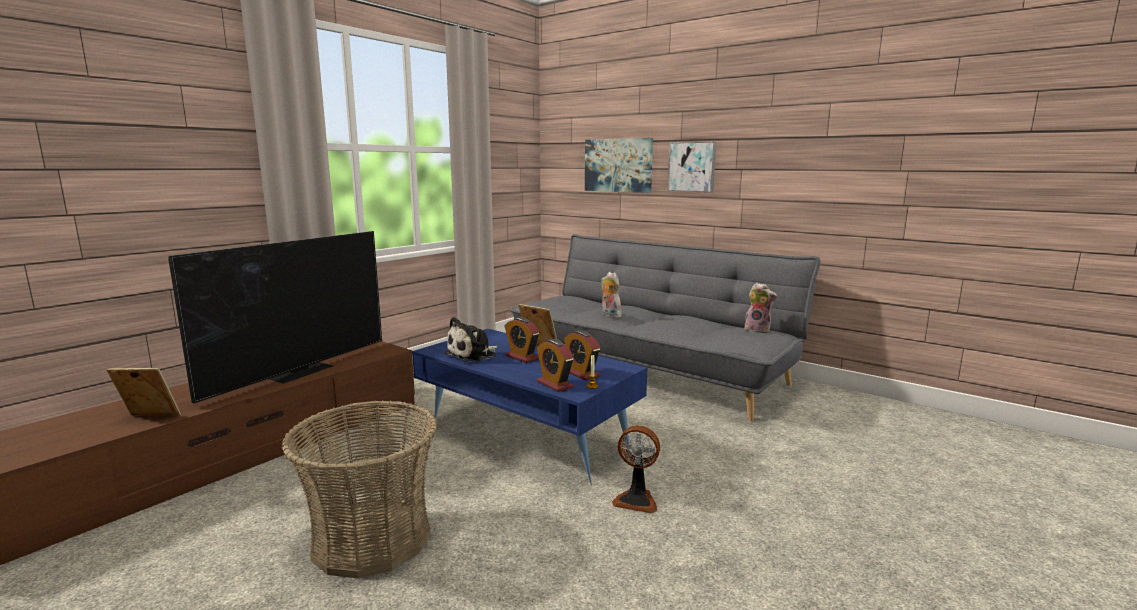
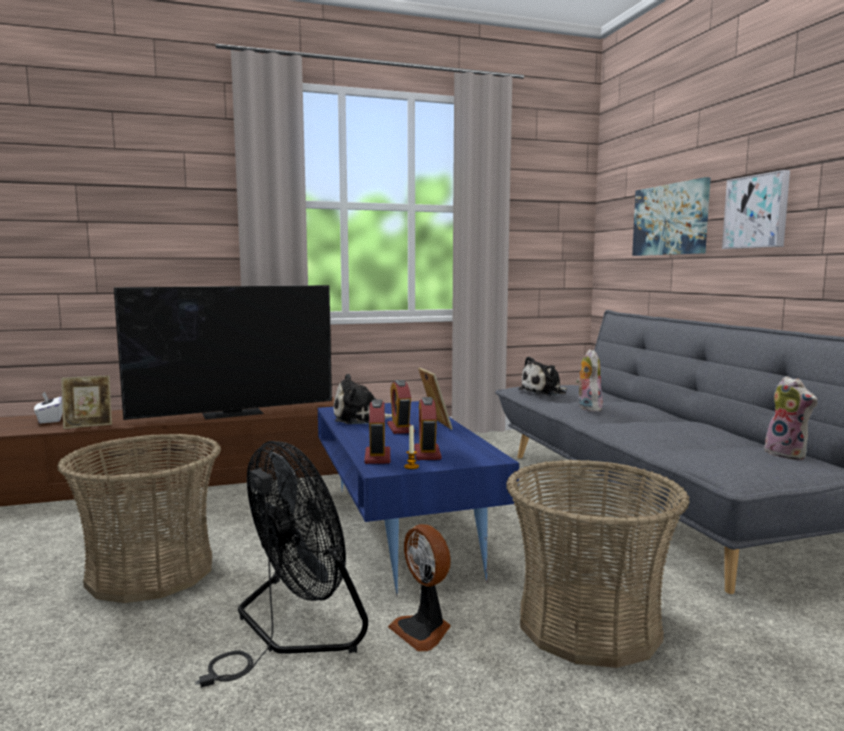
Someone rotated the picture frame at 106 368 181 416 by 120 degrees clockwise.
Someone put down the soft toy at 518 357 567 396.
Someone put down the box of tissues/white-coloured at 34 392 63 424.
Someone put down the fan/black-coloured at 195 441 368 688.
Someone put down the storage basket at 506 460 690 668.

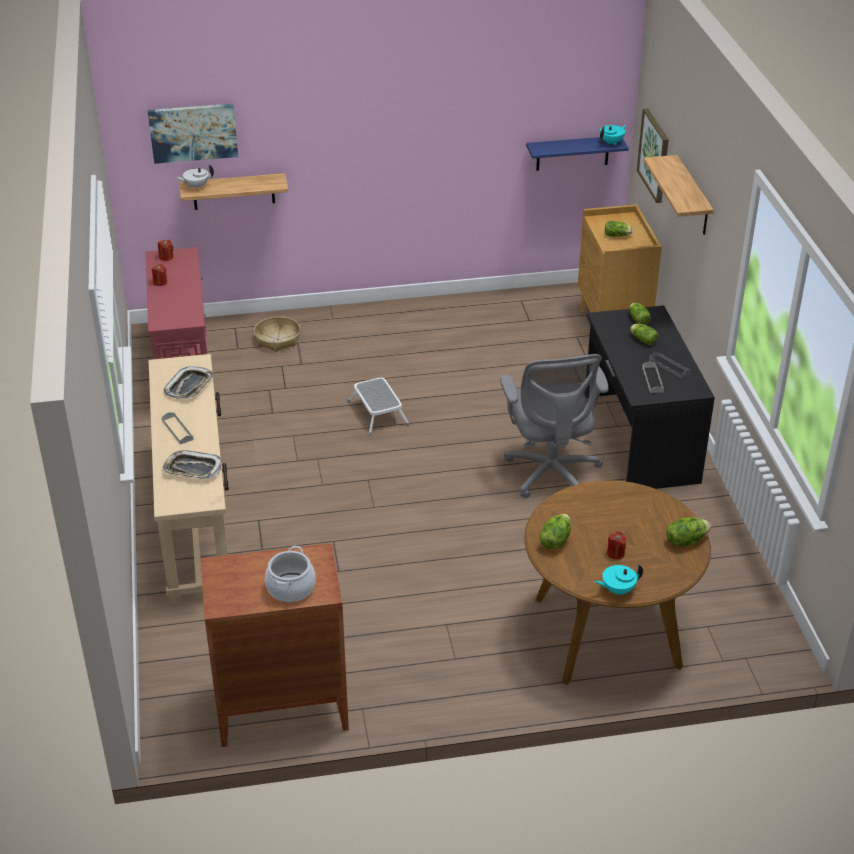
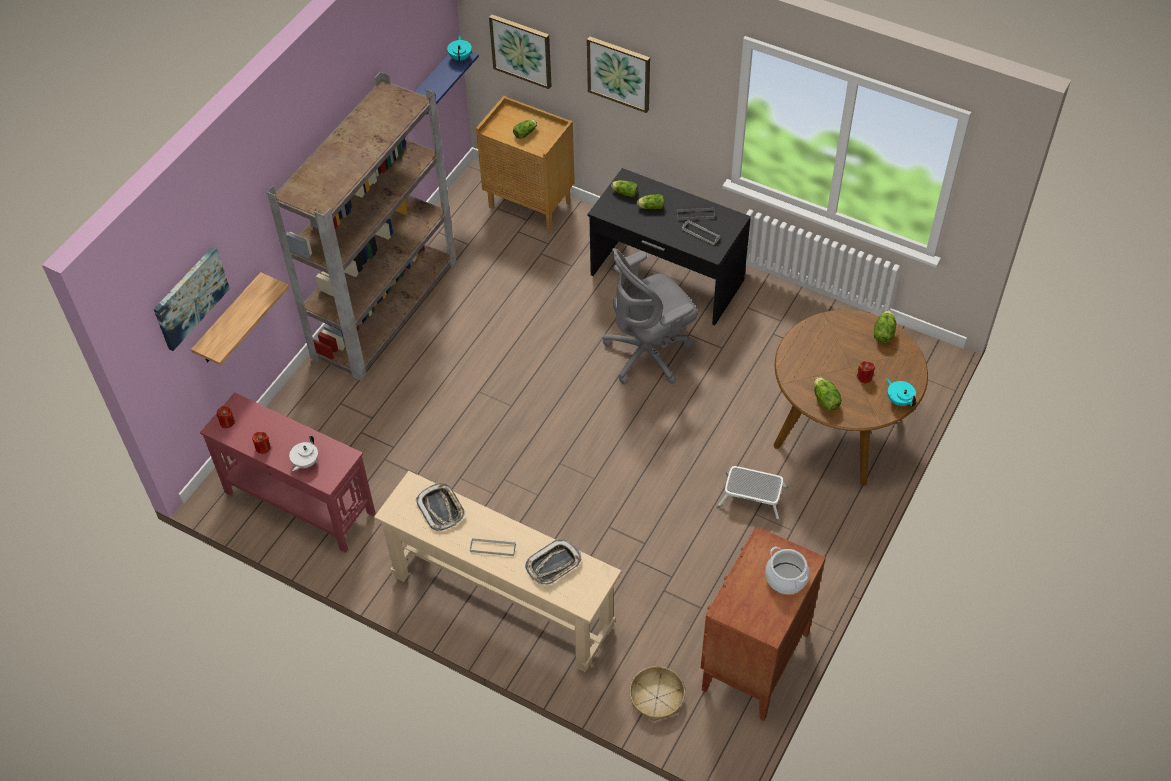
Someone swapped the bracket shelf at 644 155 713 235 for the wall art at 587 36 650 113.
Someone carried the pot for tea/white-coloured from 176 165 214 188 to 289 436 318 471.
Someone carried the storage basket from 254 316 300 352 to 630 666 685 721.
Someone rotated the office chair/gray at 500 354 608 498 by 120 degrees clockwise.
Someone carried the step ladder/gray from 347 378 410 436 to 716 466 788 523.
Someone rotated the pot for tea/turquoise at 594 564 643 595 by 120 degrees clockwise.
Someone put down the bookcase/brown at 267 72 456 381.

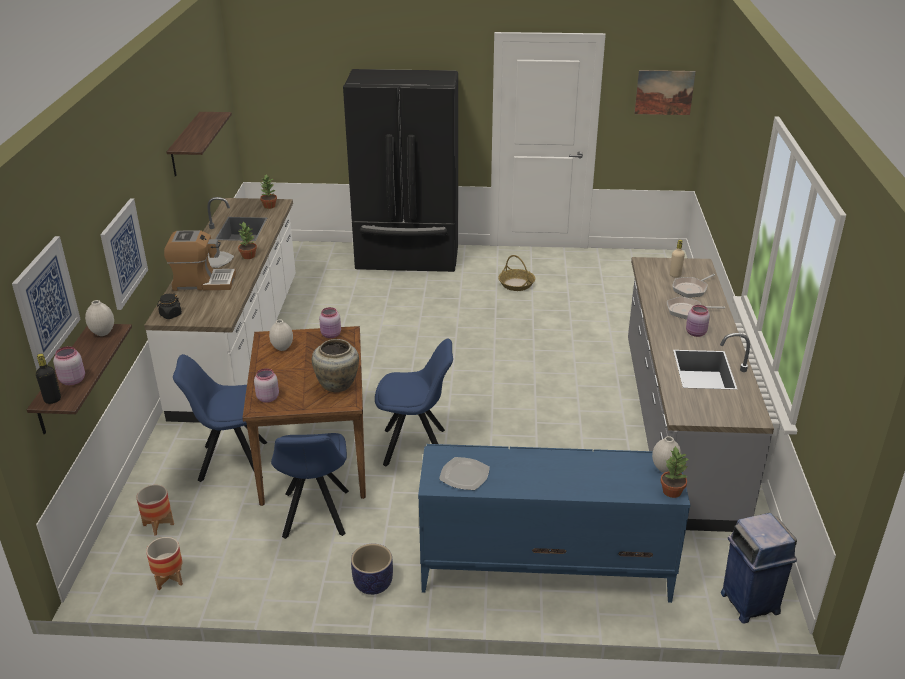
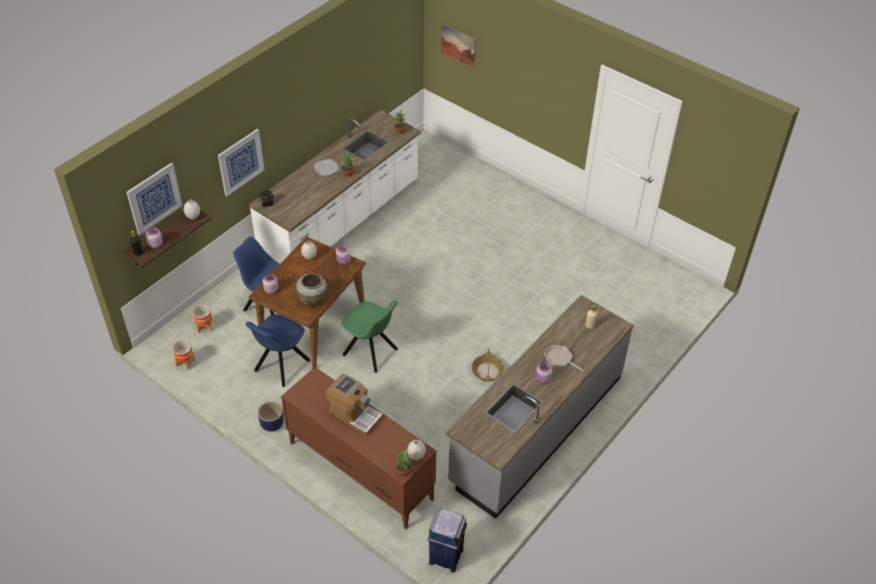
Someone took away the fridge/black-coloured at 343 69 458 272.
Someone carried the wall art from 634 70 696 115 to 441 23 476 69.
Someone took away the bracket shelf at 166 112 232 176.
Someone carried the coffee machine from 164 230 236 291 to 326 374 383 436.
Someone carried the storage basket from 498 255 535 291 to 471 348 504 381.
Someone took away the frying pan at 672 274 715 298.
Someone repainted the upright chair/blue-coloured at 375 338 453 466, which became the upright chair/greenish at 342 300 398 373.
Someone repainted the dresser/blue-coloured at 418 444 690 603, which became the dresser/brown at 281 368 436 529.
Someone took away the dinner plate at 439 457 490 490.

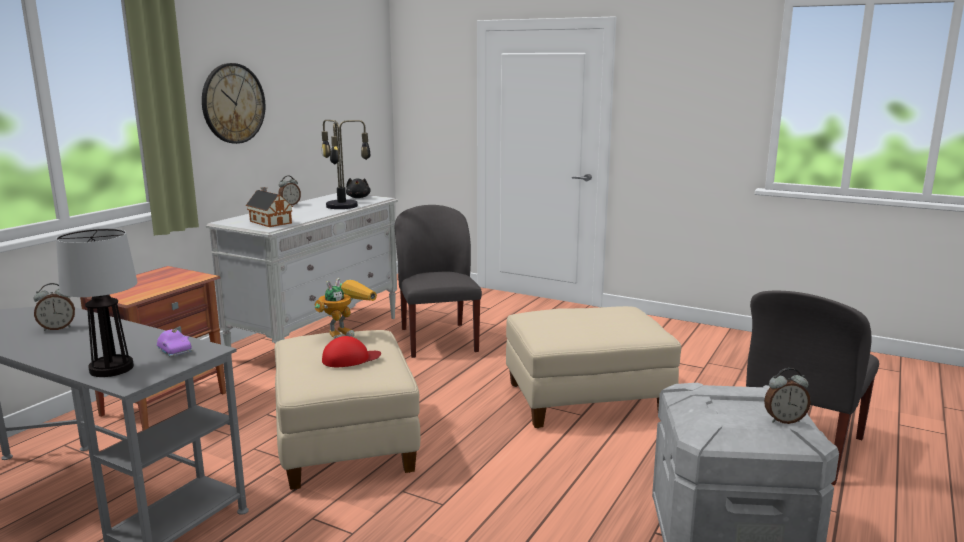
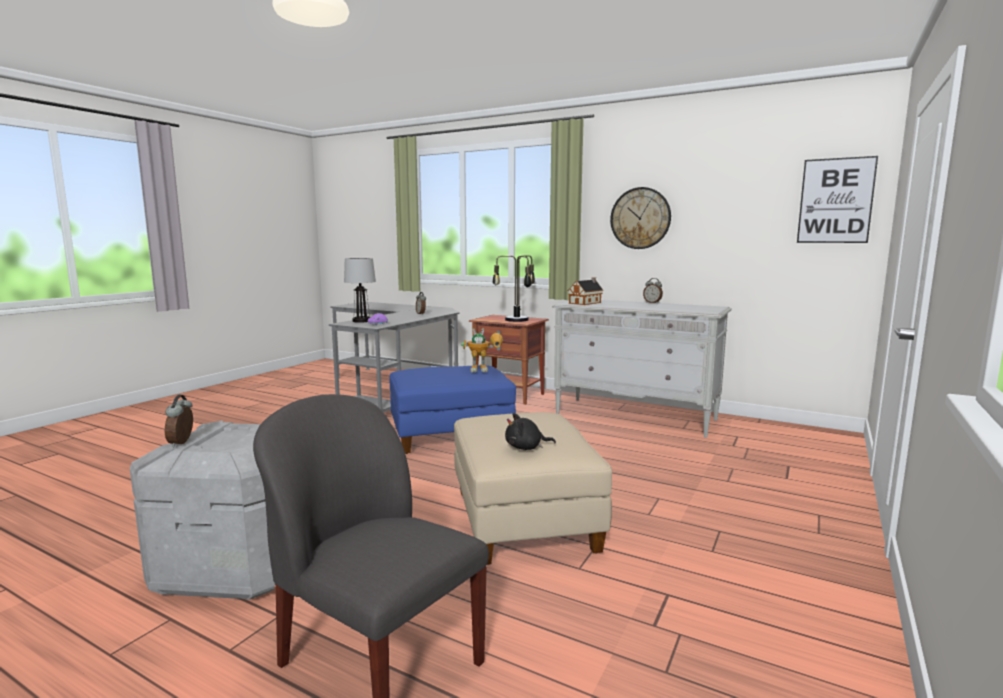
Someone carried the tabletop lamp from 322 120 370 209 to 493 255 535 322.
Someone carried the soft toy/black-coloured from 346 178 371 198 to 505 413 556 450.
Someone took away the upright chair/gray at 395 205 482 358.
Someone rotated the toy robot at 314 278 377 339 by 45 degrees counterclockwise.
Someone repainted the footrest/beige-coloured at 275 330 421 490, which became the footrest/blue-coloured at 389 365 516 454.
Someone took away the baseball cap/reddish at 322 336 381 367.
Someone put up the wall art at 797 156 878 243.

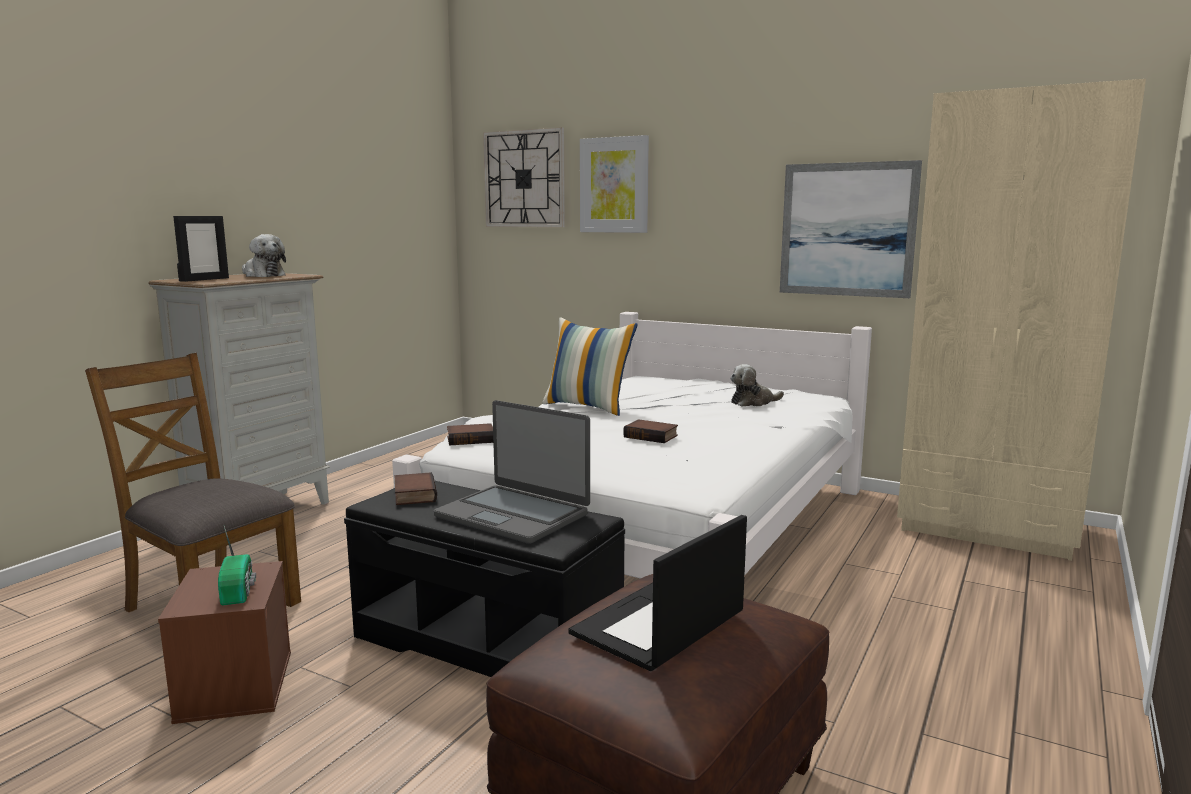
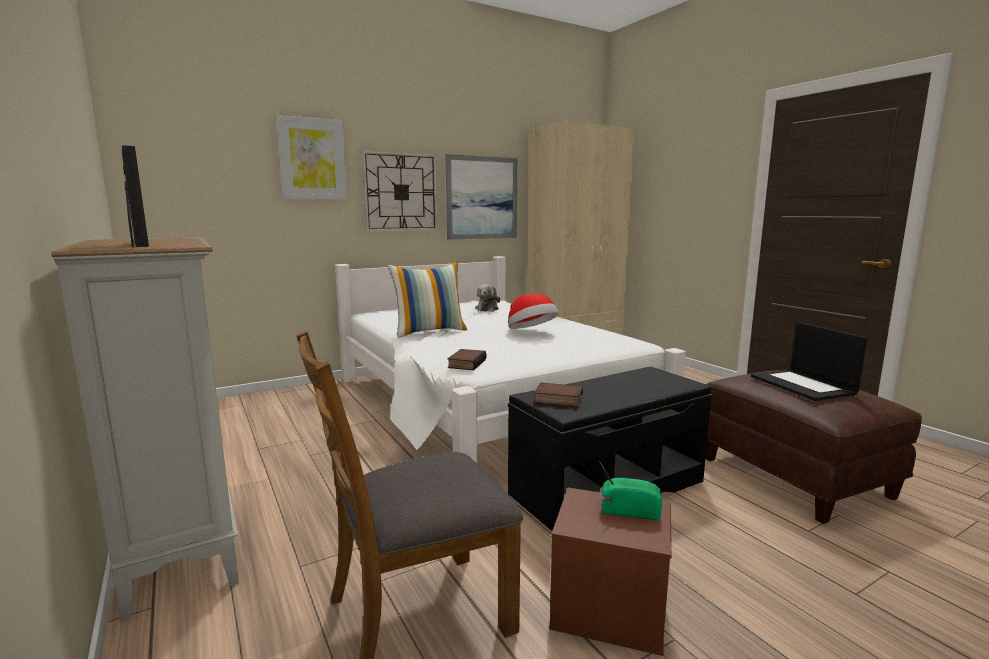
Someone carried the wall clock from 483 127 565 227 to 361 150 438 232.
Someone took away the soft toy at 242 234 286 277.
Someone took away the laptop at 434 400 590 544.
Someone swapped the book at 623 419 678 443 for the clothing hat at 508 294 558 329.

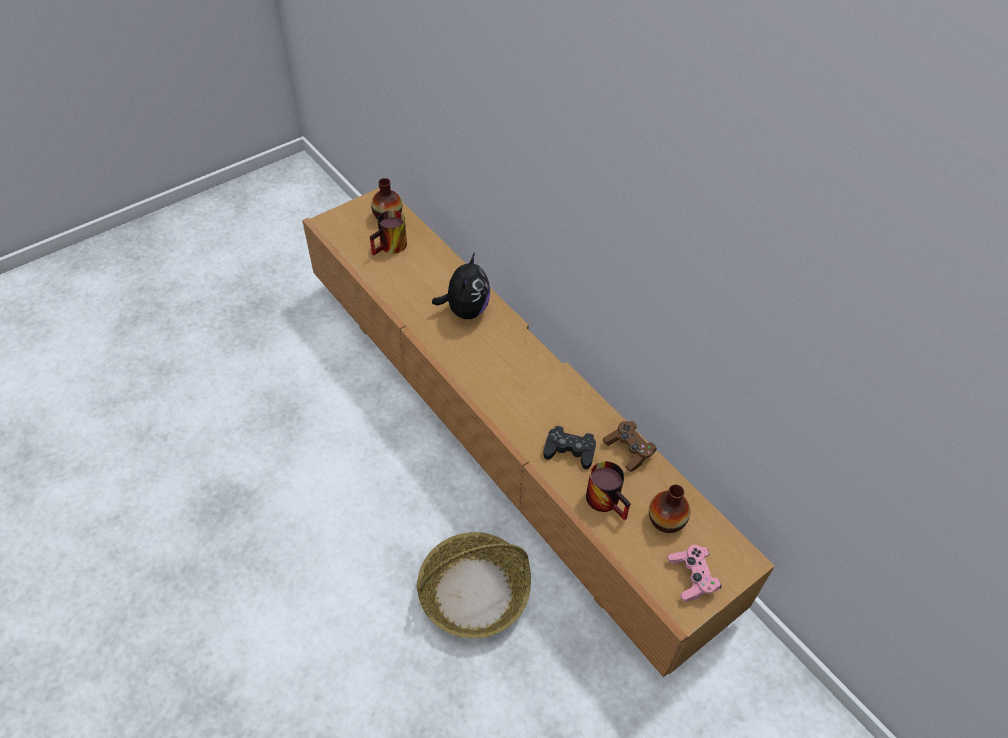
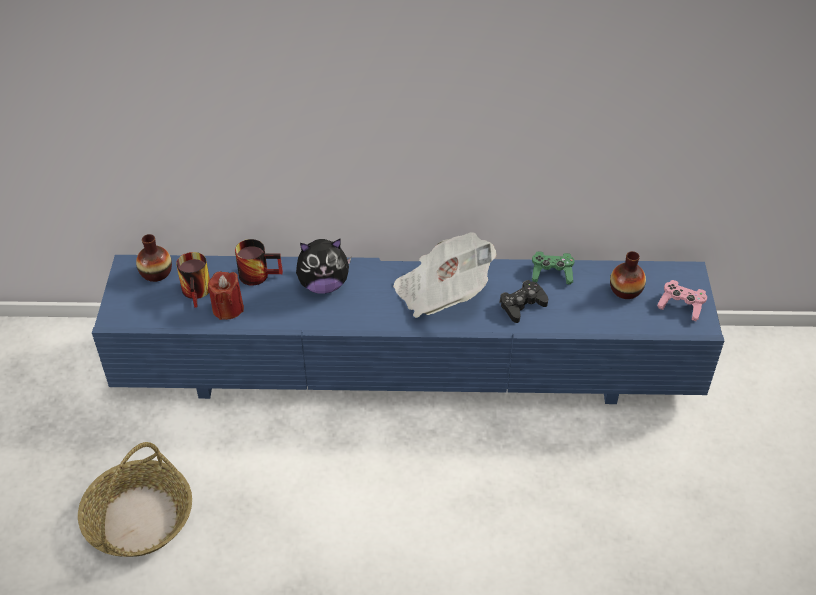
Someone repainted the media console/brown at 302 188 775 677, which became the media console/blue-coloured at 92 255 724 404.
Someone rotated the soft toy at 432 253 490 319 by 120 degrees clockwise.
Someone repainted the game controller/brown at 603 421 657 472, which became the game controller/greenish at 531 252 575 284.
Someone carried the mug from 586 461 631 520 to 235 239 283 286.
Someone carried the storage basket from 417 532 531 639 to 78 442 192 557.
Someone put down the newspaper at 393 232 497 318.
Someone put down the wax light/reddish at 208 271 244 320.

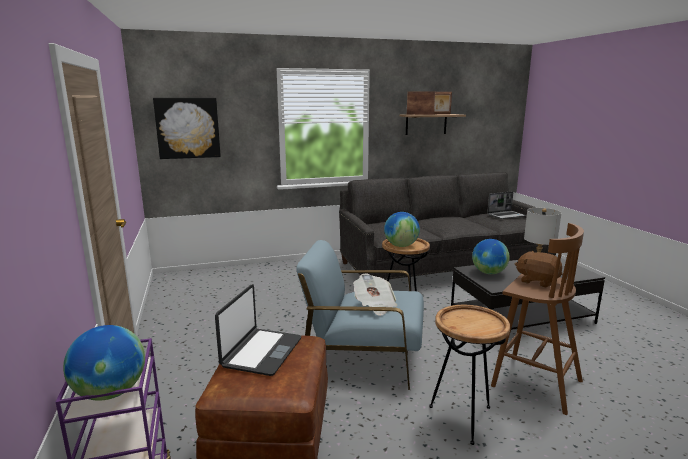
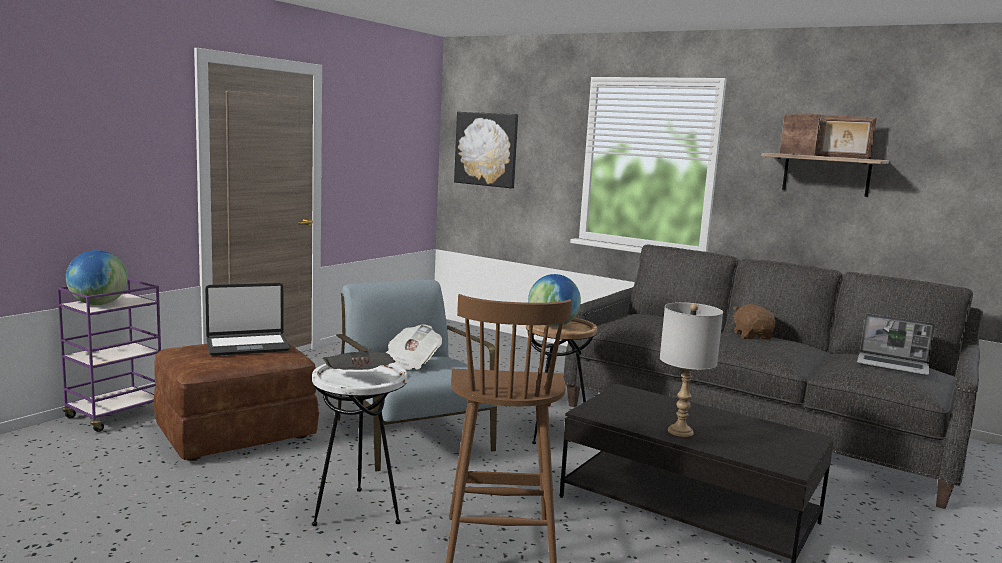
Someone took away the globe at 472 239 510 274.
Someone carried the soft toy/brown from 515 251 562 288 to 733 304 775 340.
Someone repainted the end table/brown at 429 305 510 445, which became the end table/white-coloured at 312 363 407 526.
Someone put down the newspaper at 322 351 396 370.

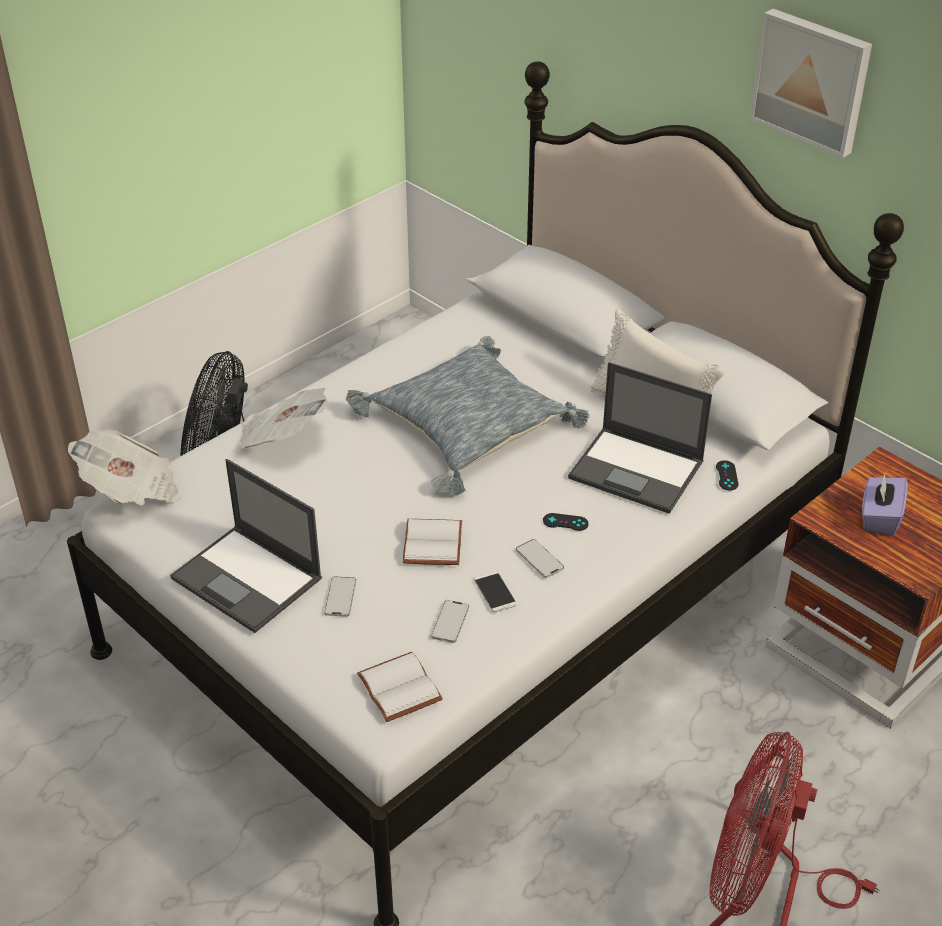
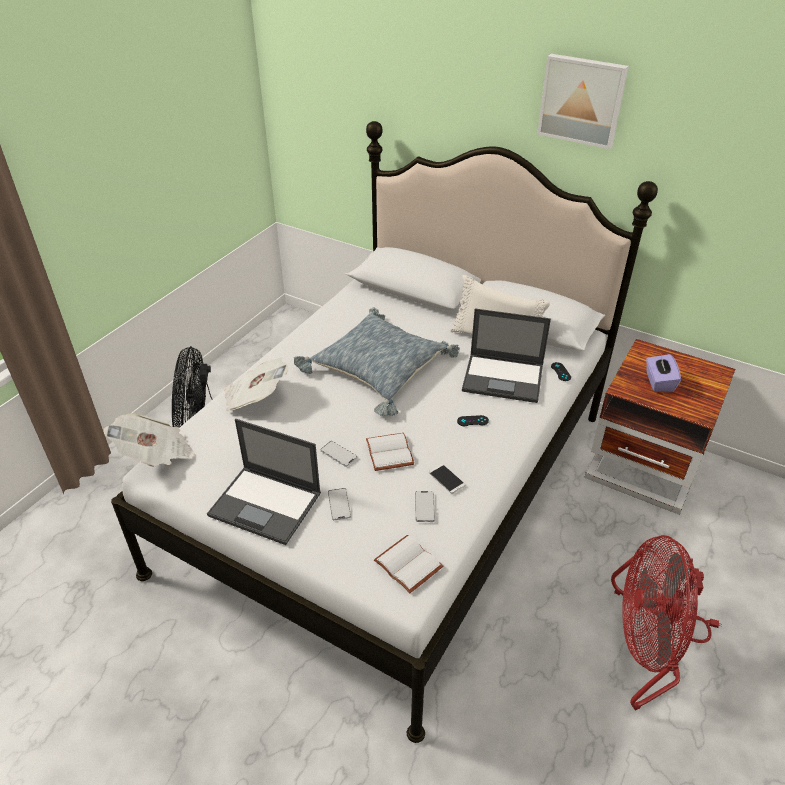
Someone carried the phone from 516 539 564 578 to 320 441 357 467.

